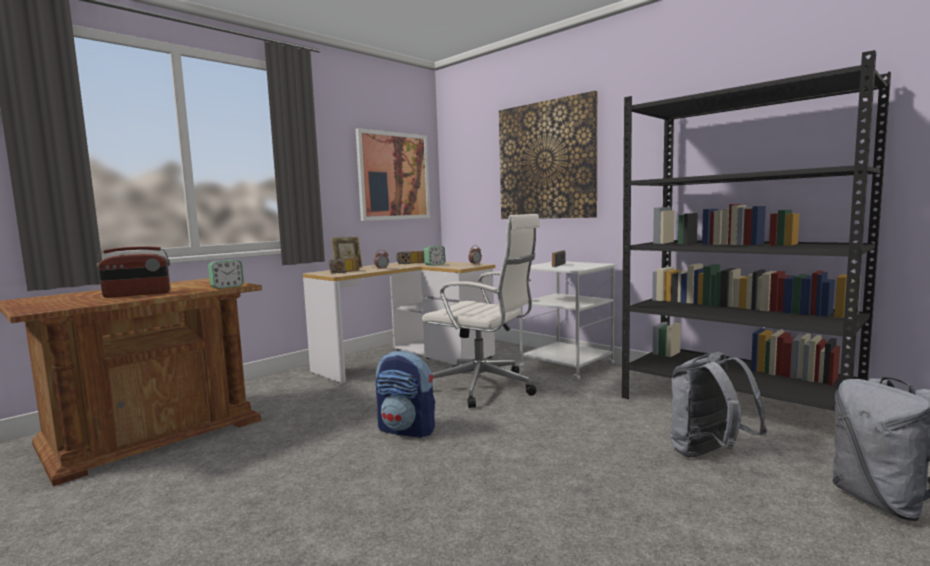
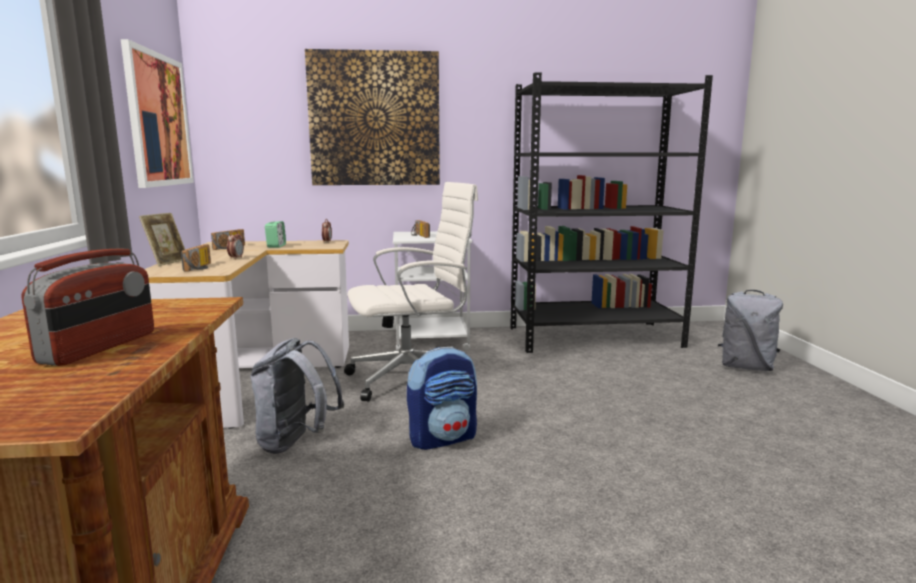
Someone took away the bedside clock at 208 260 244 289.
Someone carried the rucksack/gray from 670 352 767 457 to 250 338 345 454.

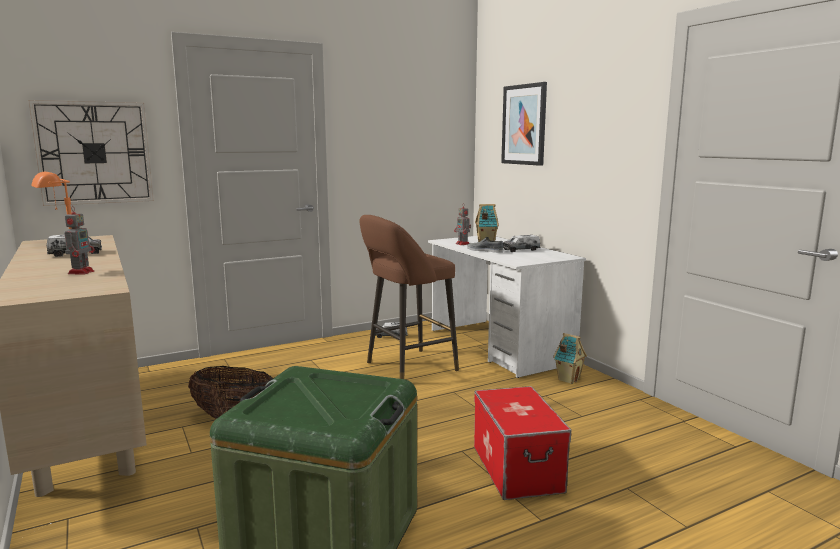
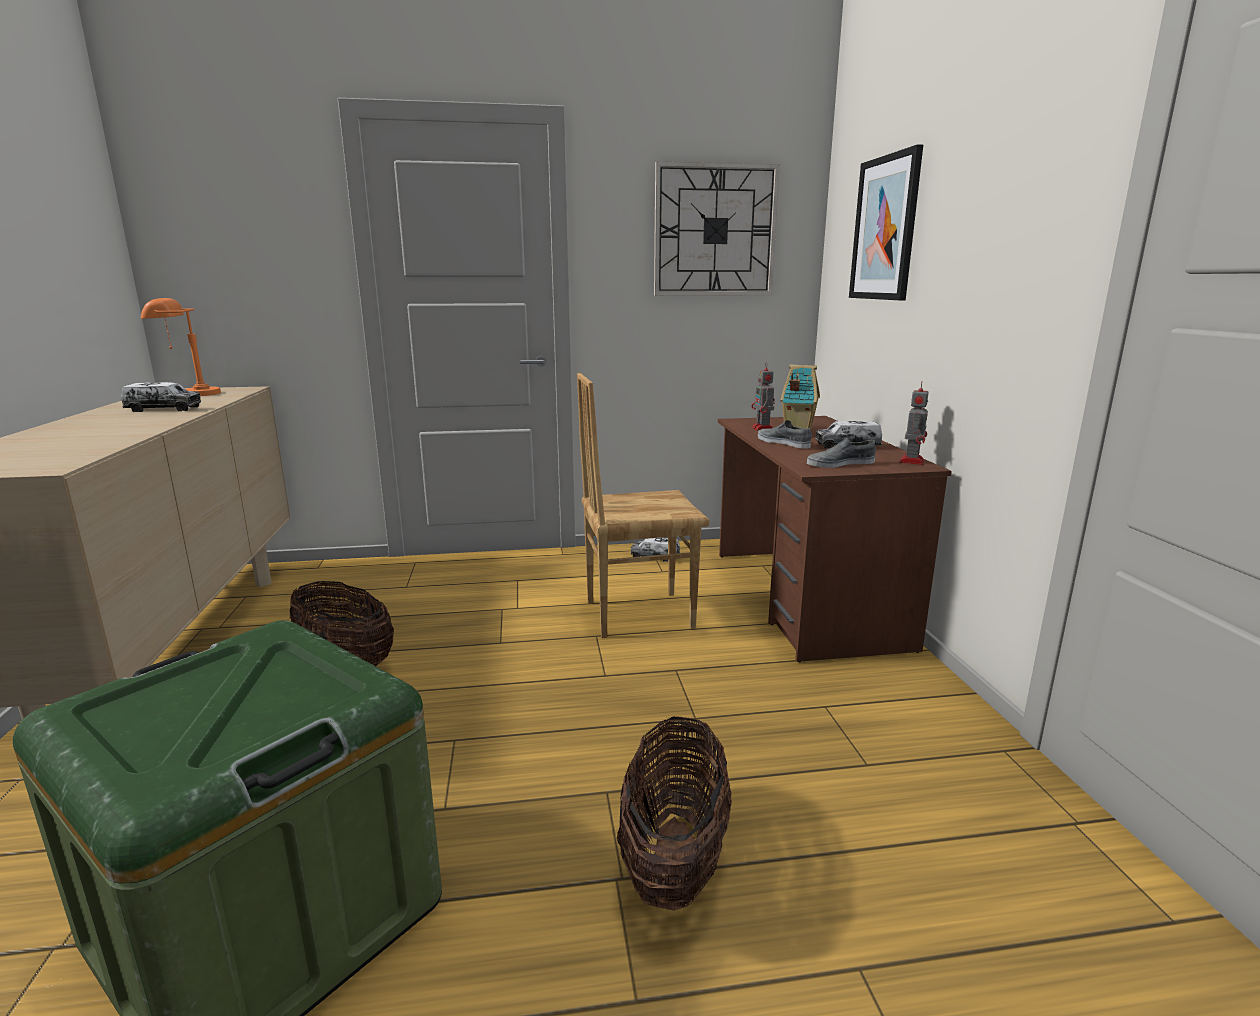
Someone carried the wall clock from 28 100 154 206 to 654 161 780 296.
Someone carried the toy robot from 64 206 95 275 to 899 382 929 465.
Someone swapped the stool/brown at 360 215 459 379 for the upright chair/brown at 577 373 709 638.
Someone repainted the desk table/white-coloured at 428 236 586 378, which became the desk table/brown at 718 416 952 662.
Someone took away the toy house at 553 333 587 384.
Someone swapped the storage box at 474 386 571 500 for the storage basket at 617 716 732 911.
Someone put down the low shoe/gray at 807 438 876 468.

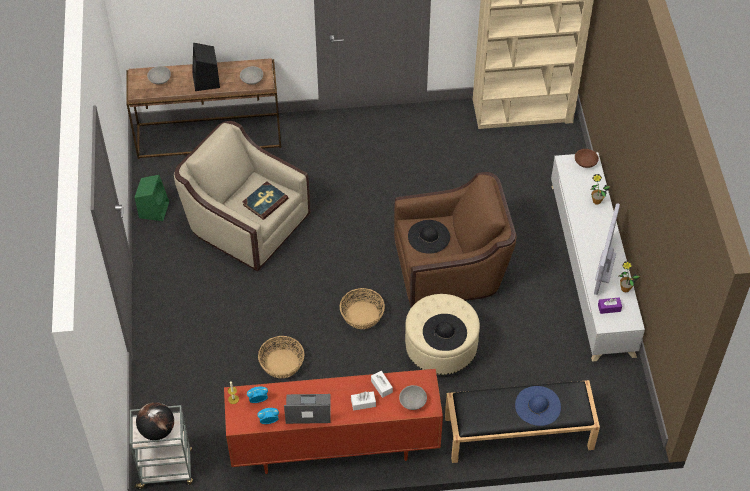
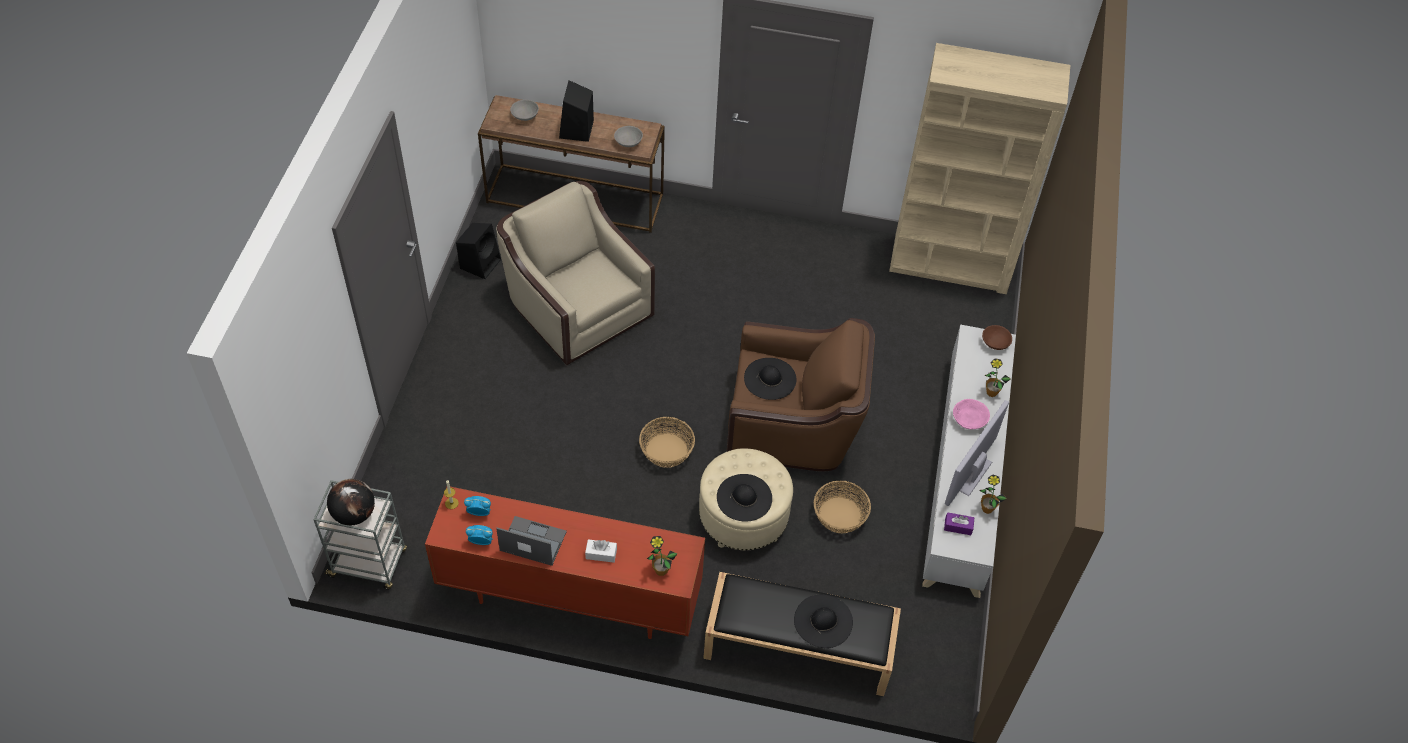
Someone repainted the loudspeaker/greenish at 135 175 169 221, which became the loudspeaker/black-coloured at 456 223 501 279.
Someone took away the book at 242 181 288 220.
Someone carried the storage basket from 258 336 305 378 to 814 481 871 534.
Someone took away the box of tissues/white-coloured at 371 371 393 398.
Someone swapped the serving bowl/gray at 399 385 427 410 for the plant in a pot at 647 536 677 576.
Someone repainted the clothing hat/blue-coloured at 515 386 561 426, which became the clothing hat/black-coloured at 794 595 853 648.
Someone put down the serving bowl/pink at 953 399 990 429.

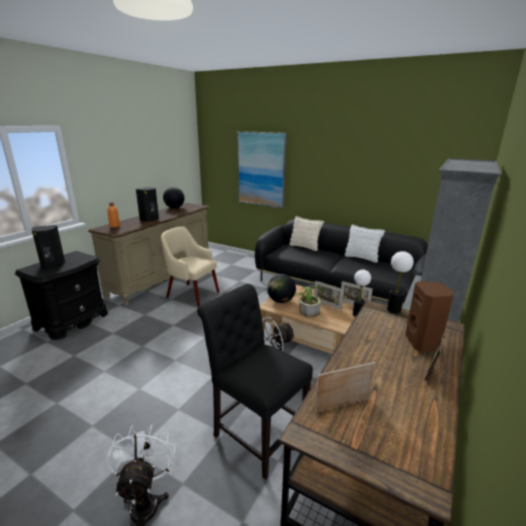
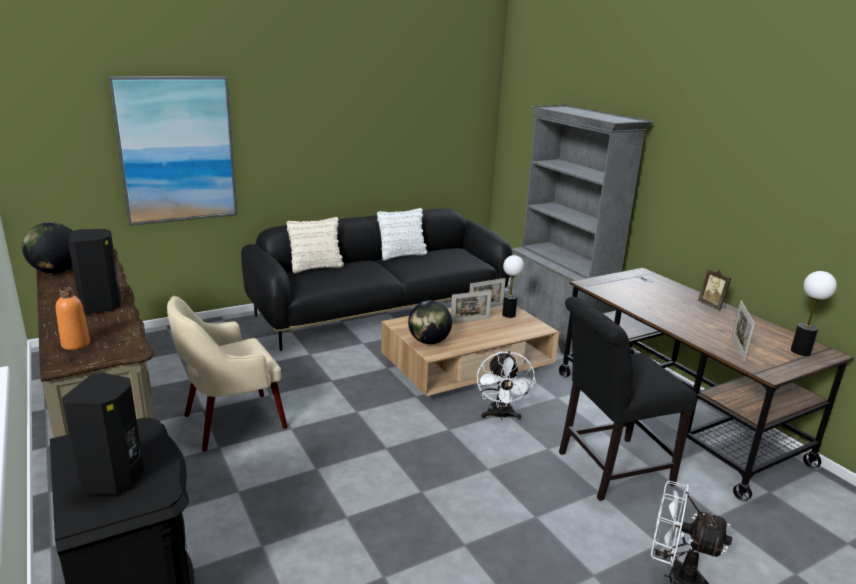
Someone carried the tabletop lamp from 387 251 414 313 to 791 271 837 356.
Someone took away the loudspeaker/brown at 405 281 454 352.
Someone took away the plant in a pot at 294 286 323 317.

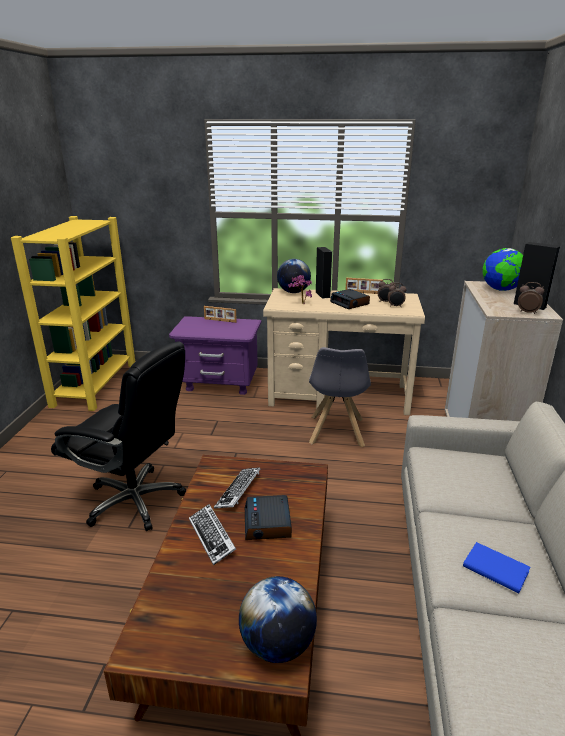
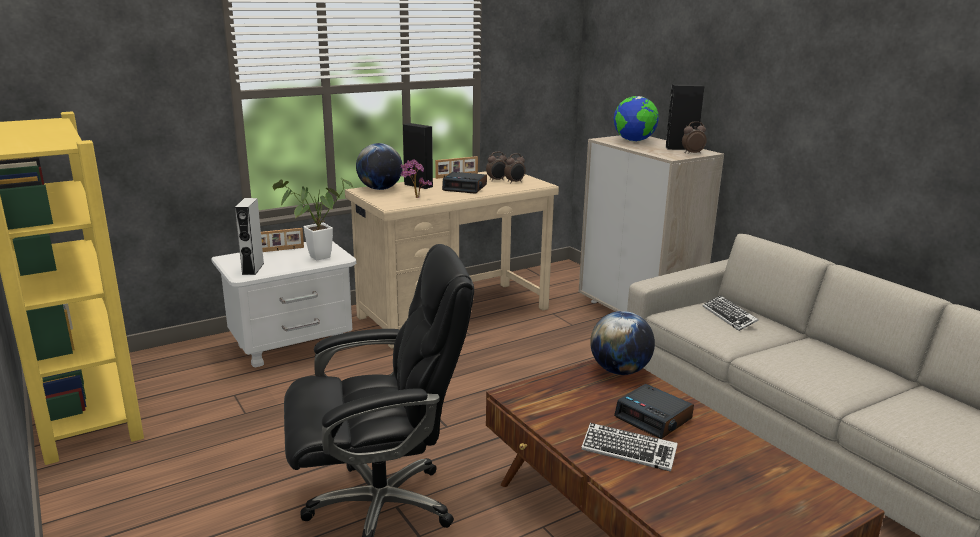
Someone repainted the night table/purplish at 169 316 261 395, which became the night table/white-coloured at 211 241 356 367.
Someone took away the upright chair/gray at 309 347 371 447.
Someone carried the computer keyboard from 214 467 260 509 to 703 295 759 331.
Someone took away the book/blue-coloured at 463 542 530 594.
Someone carried the globe from 239 576 317 663 to 590 311 655 375.
Someone put down the plant in a pot at 273 177 353 260.
Someone put down the loudspeaker/gray at 235 198 264 275.

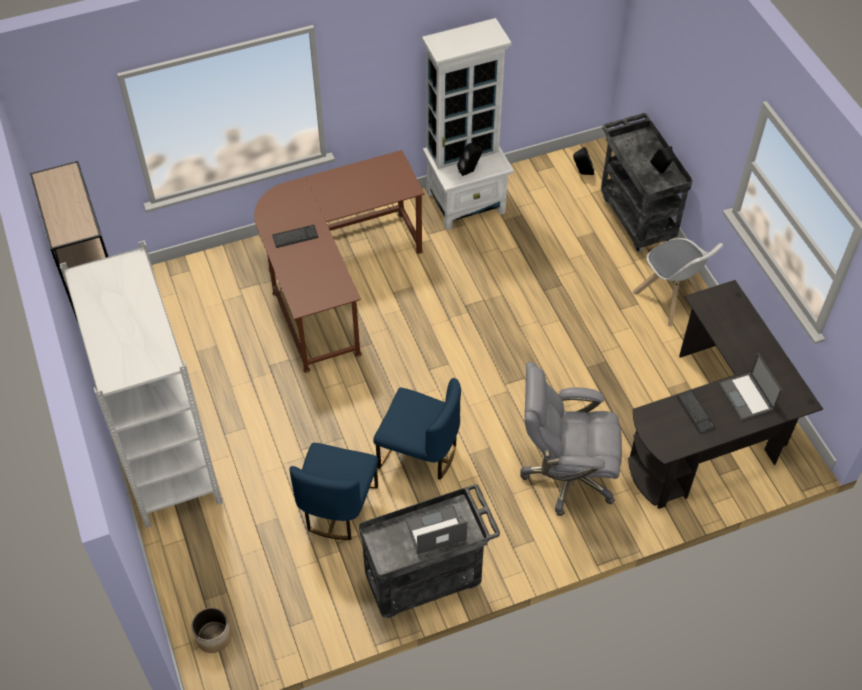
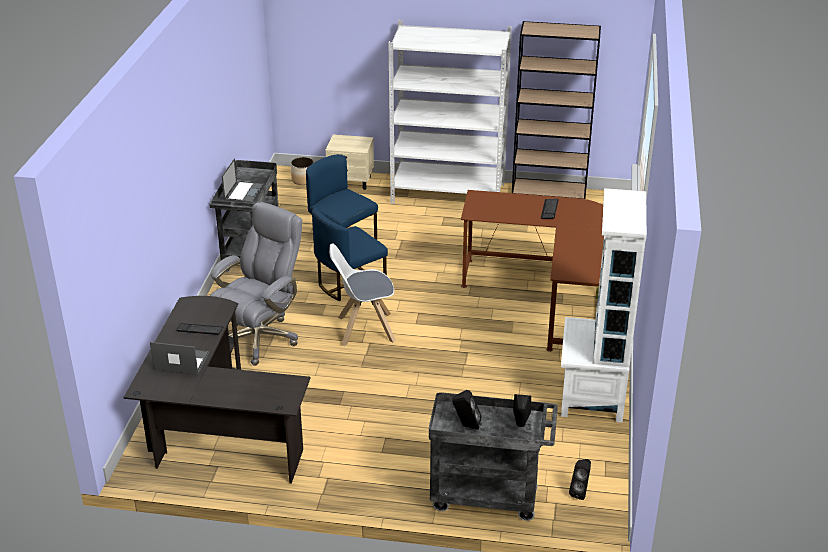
Someone carried the loudspeaker/black-coloured from 457 143 483 176 to 513 394 531 427.
Someone carried the upright chair from 633 238 723 327 to 329 244 396 346.
Someone put down the night table/beige-coloured at 326 134 374 190.

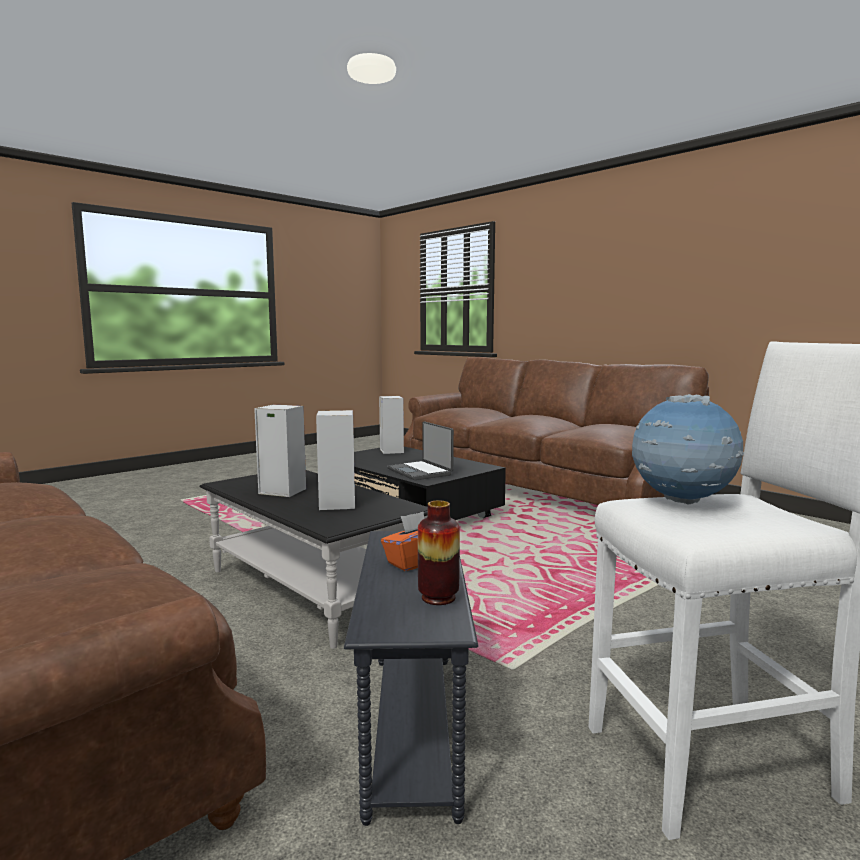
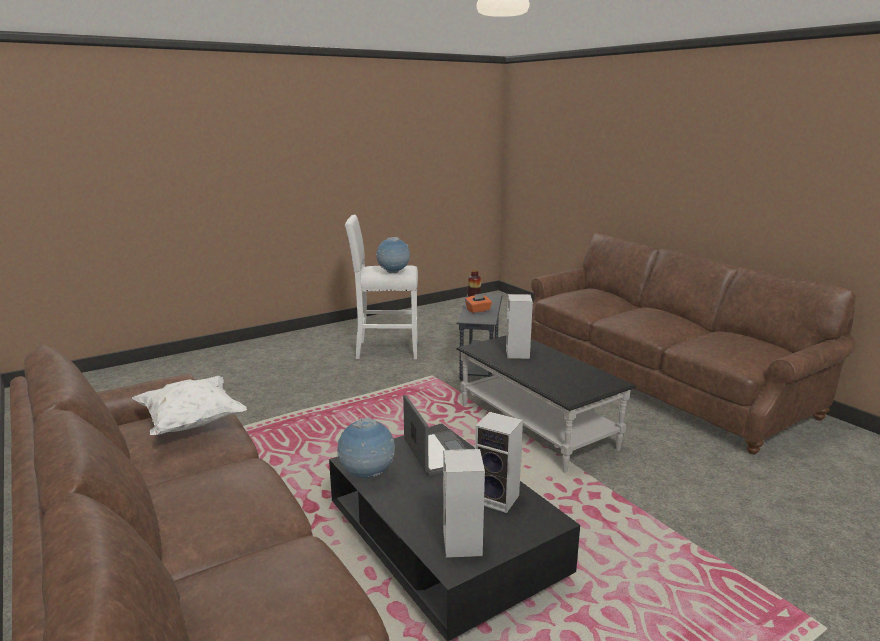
Someone carried the loudspeaker from 254 404 306 497 to 475 412 523 513.
Someone put down the cushion/white-coloured at 132 376 247 436.
Someone put down the globe at 337 418 395 480.

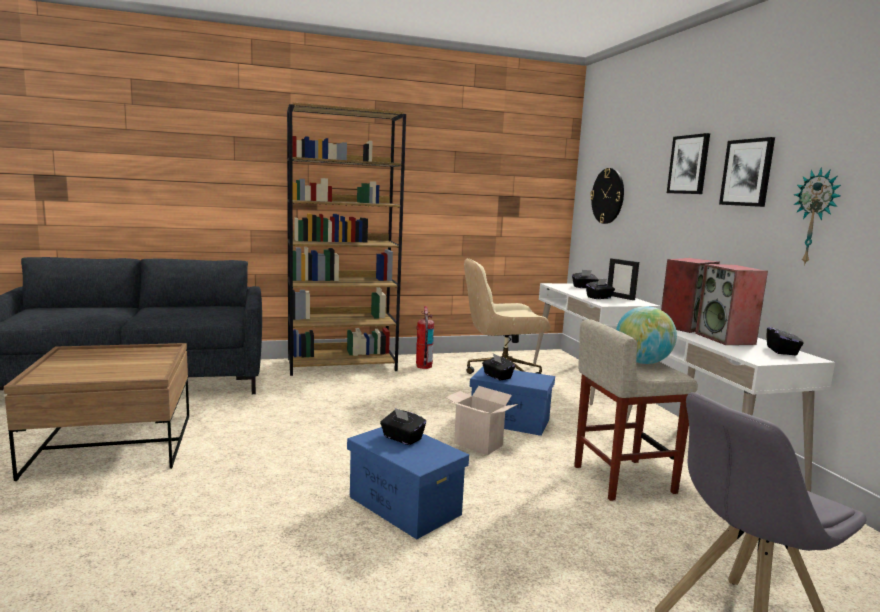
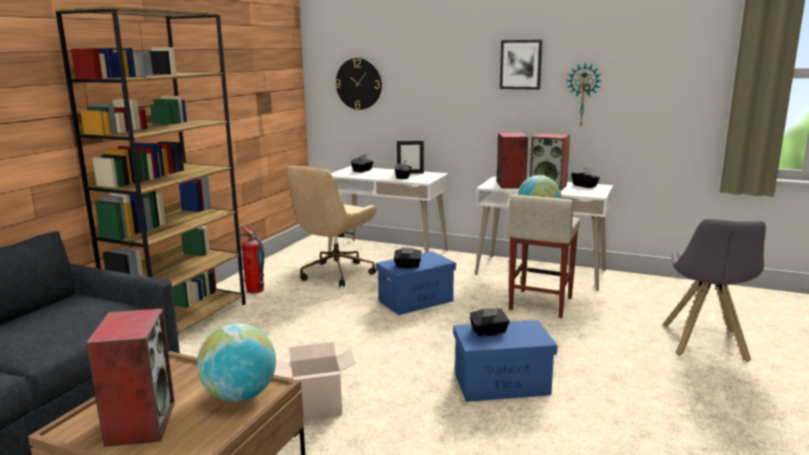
Someone took away the wall art at 667 133 710 194.
Someone carried the carton from 445 386 518 455 to 274 342 356 421.
Someone put down the loudspeaker at 86 309 175 447.
Someone put down the globe at 197 324 276 402.

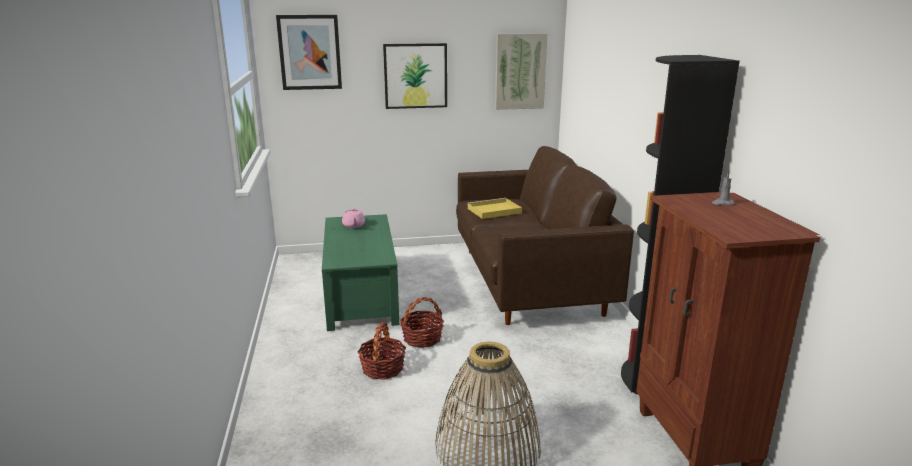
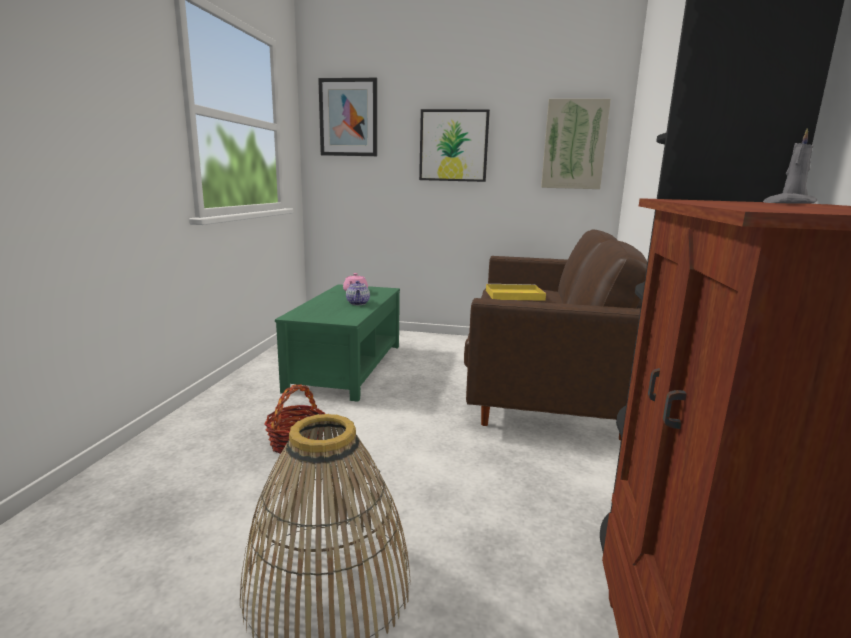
Someone took away the storage basket at 400 297 444 348.
Someone put down the pot for tea at 346 281 370 305.

